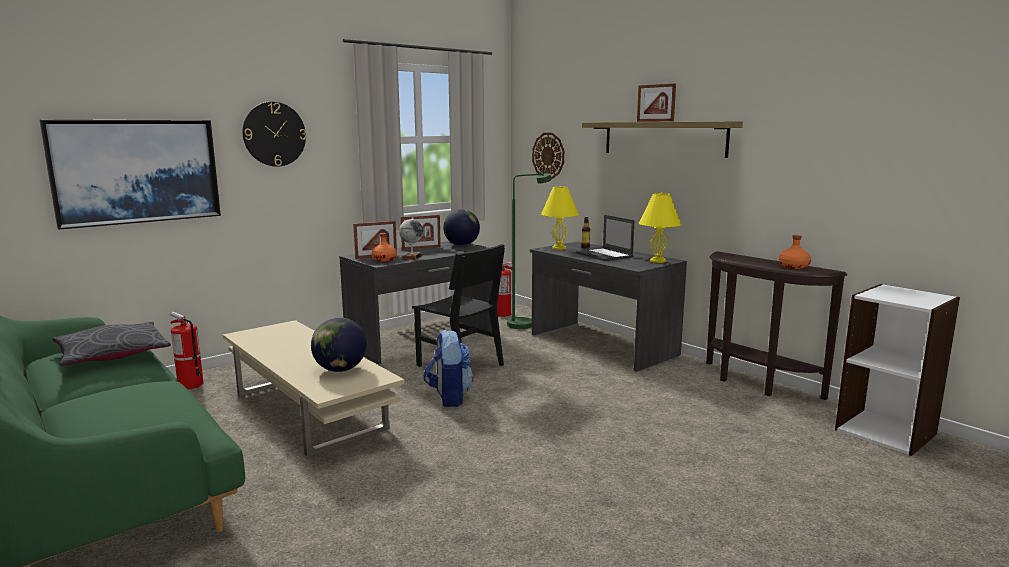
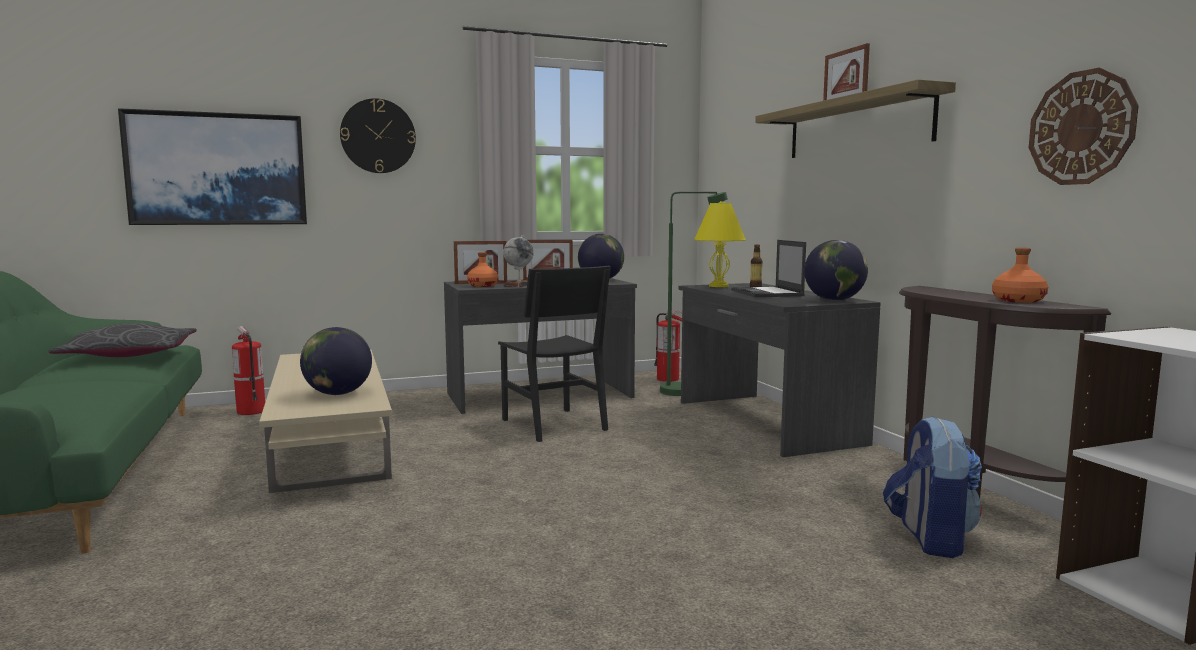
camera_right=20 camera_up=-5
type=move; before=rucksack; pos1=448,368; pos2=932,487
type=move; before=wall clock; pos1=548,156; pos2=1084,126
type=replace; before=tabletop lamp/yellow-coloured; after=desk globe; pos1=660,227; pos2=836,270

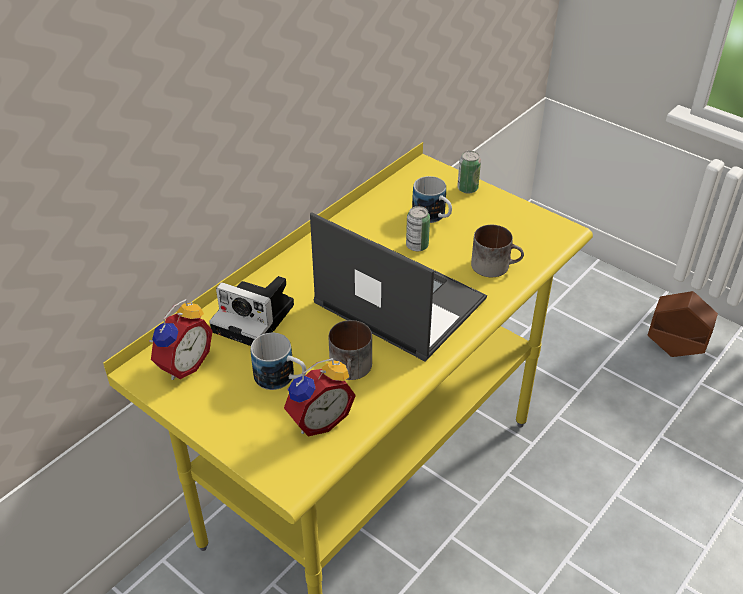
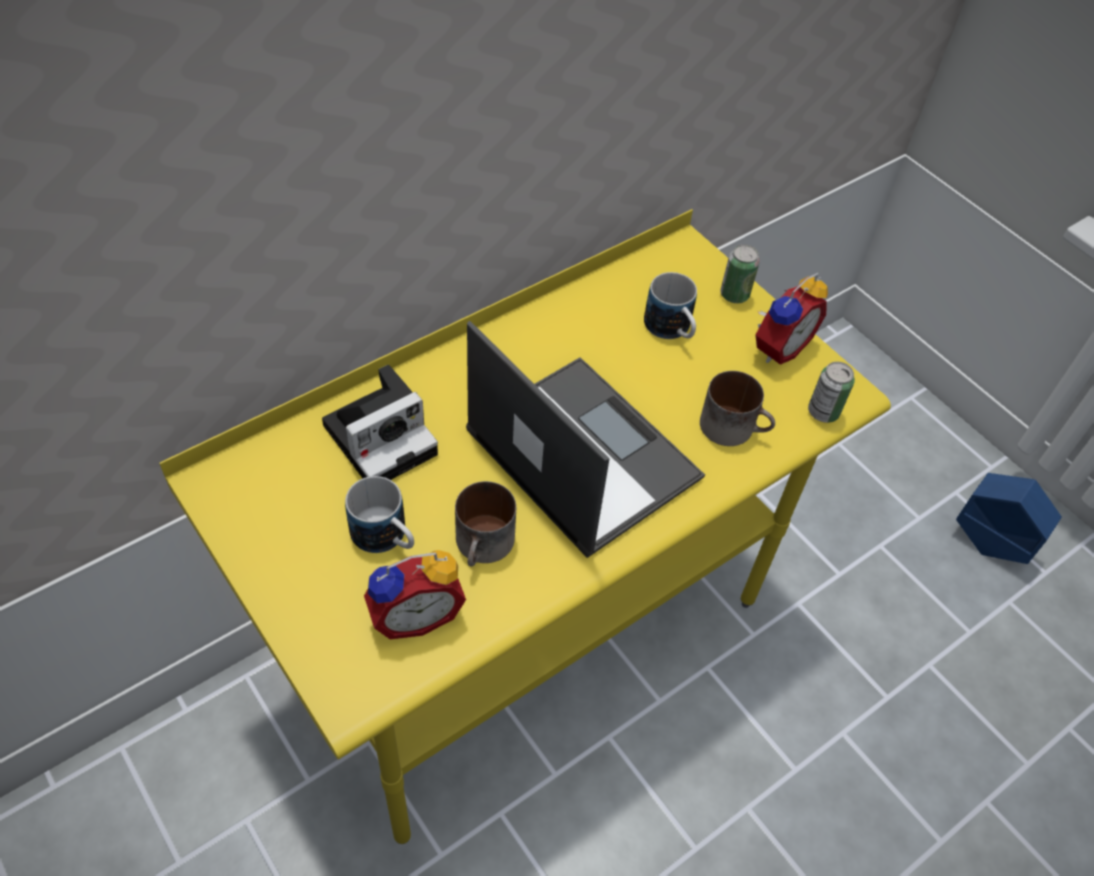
camera_right=10 camera_up=10
type=move; before=alarm clock; pos1=181,339; pos2=791,319
type=rotate; before=still camera; pos1=251,311; pos2=380,422; turn=-75
type=move; before=can; pos1=418,228; pos2=831,392
type=recolor; before=planter/brownish; after=planter/bluish; pos1=683,324; pos2=1009,518

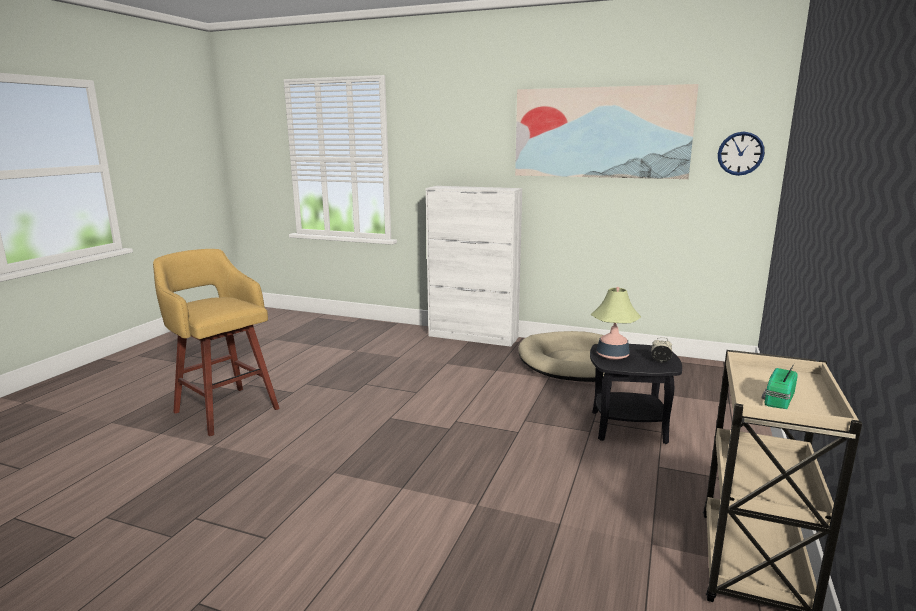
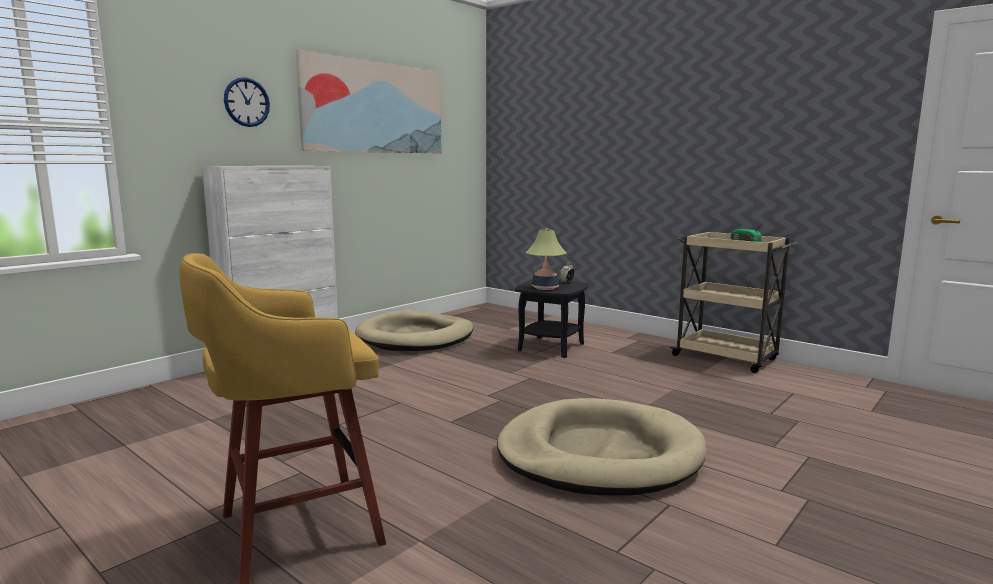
camera_right=-70 camera_up=-5
type=move; before=wall clock; pos1=741,154; pos2=247,102
type=insert; after=pet bed/sand-coloured; pos2=602,447

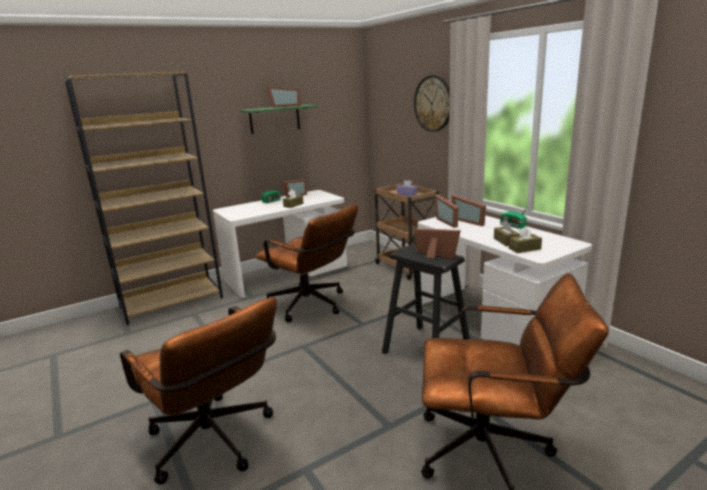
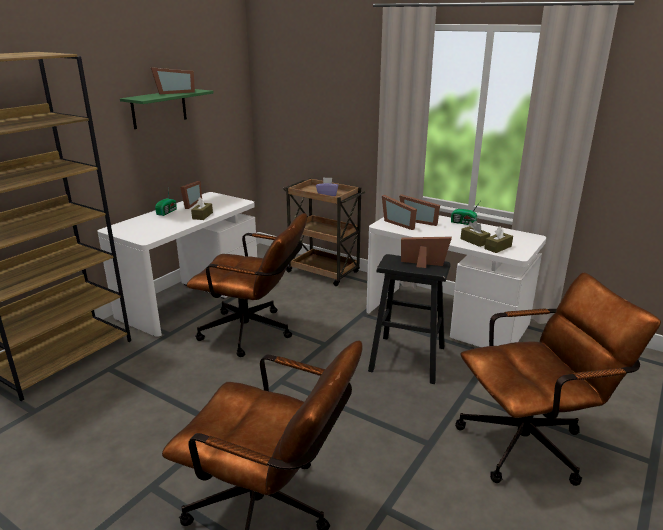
camera_right=-25 camera_up=5
type=delete; before=wall clock; pos1=432,103

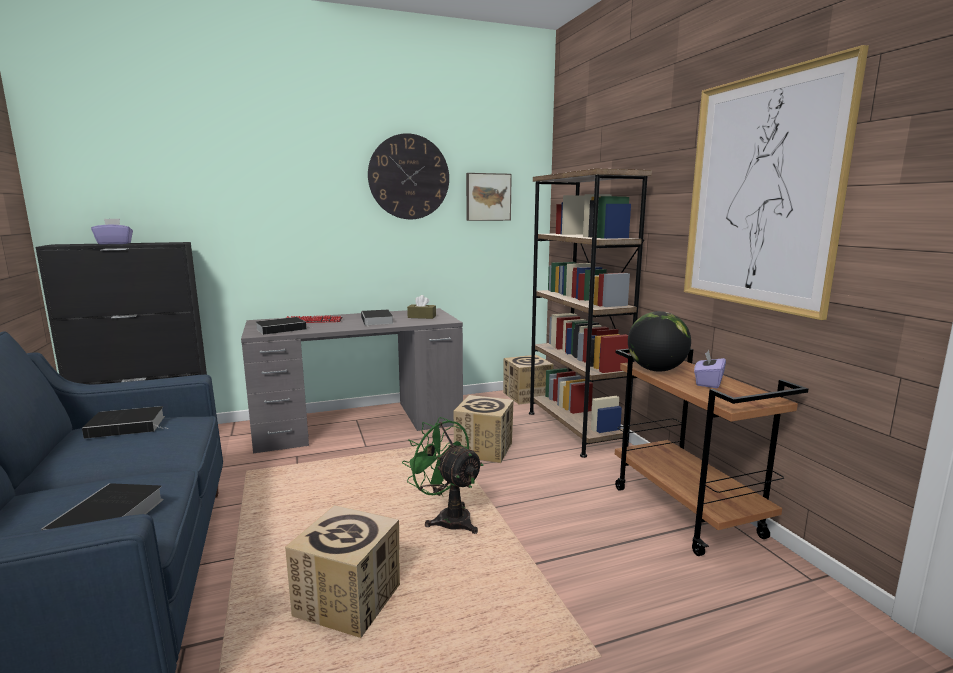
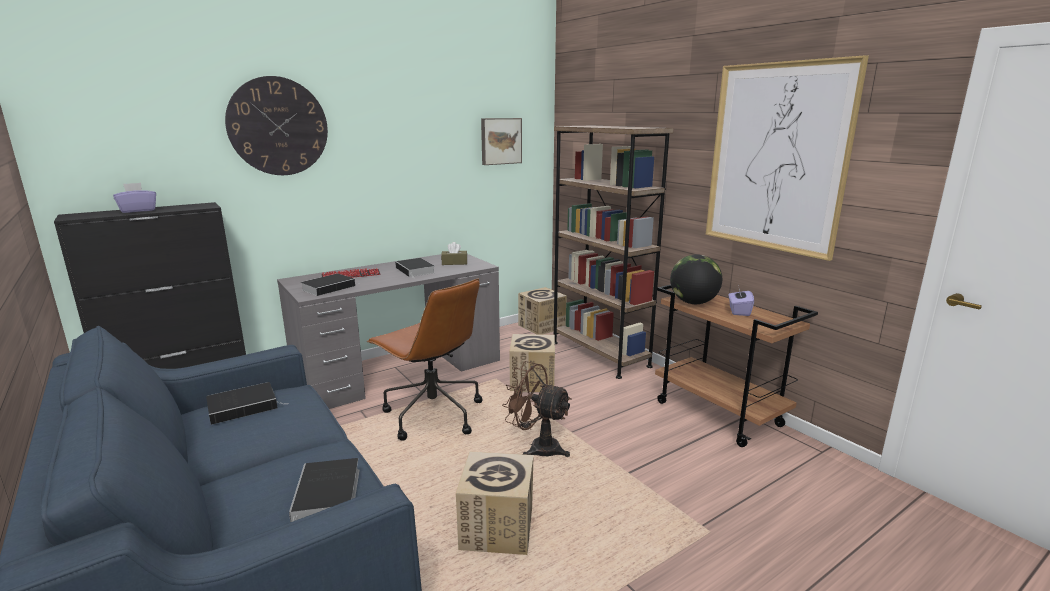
camera_right=-15 camera_up=5
type=move; before=wall clock; pos1=408,176; pos2=276,125
type=recolor; before=cooling fan/green-coloured; after=cooling fan/brownish; pos1=443,475; pos2=536,409
type=insert; after=computer chair/brownish; pos2=424,359

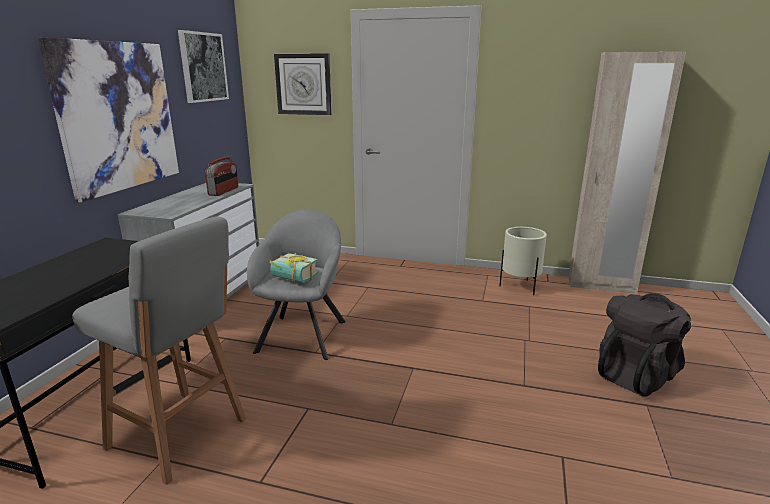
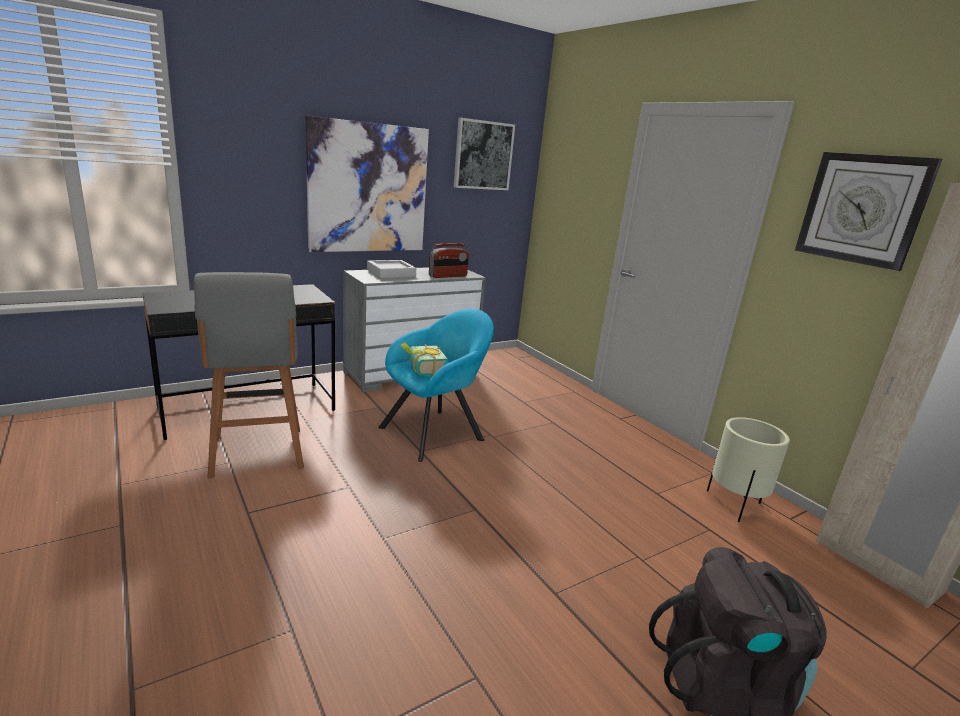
camera_right=40 camera_up=0
type=recolor; before=armchair/greyish; after=armchair/turquoise-coloured; pos1=296,285; pos2=436,385
type=move; before=wall clock; pos1=303,84; pos2=868,211
type=insert; after=serving tray/greyish; pos2=391,269

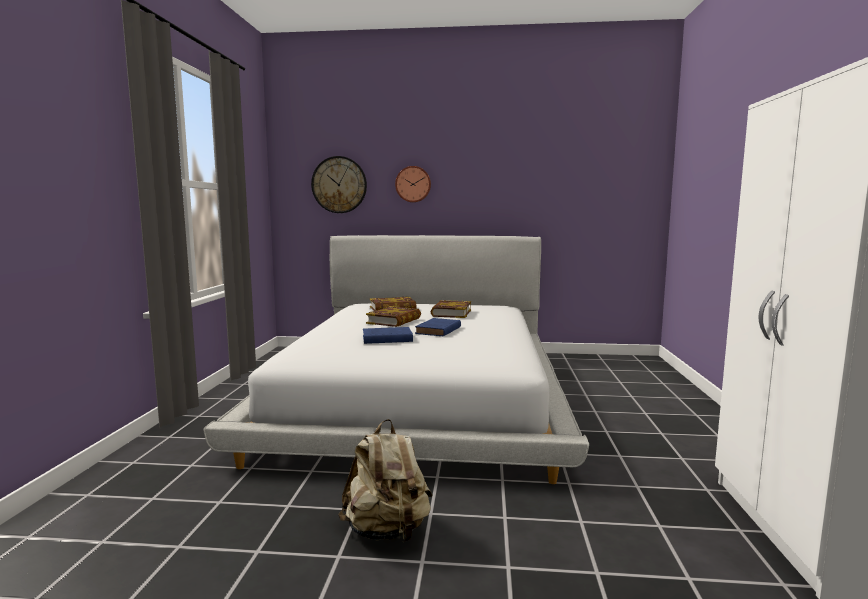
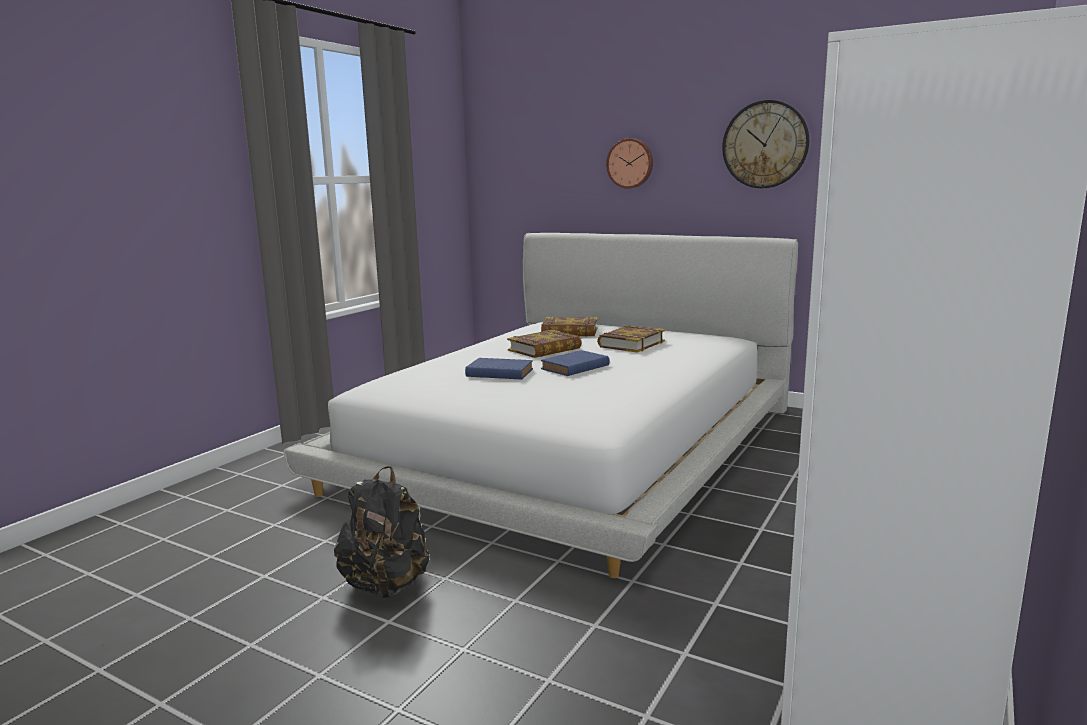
camera_right=25 camera_up=5
type=move; before=wall clock; pos1=339,184; pos2=765,144
type=recolor; before=rucksack/sand-coloured; after=rucksack/black; pos1=385,480; pos2=382,532

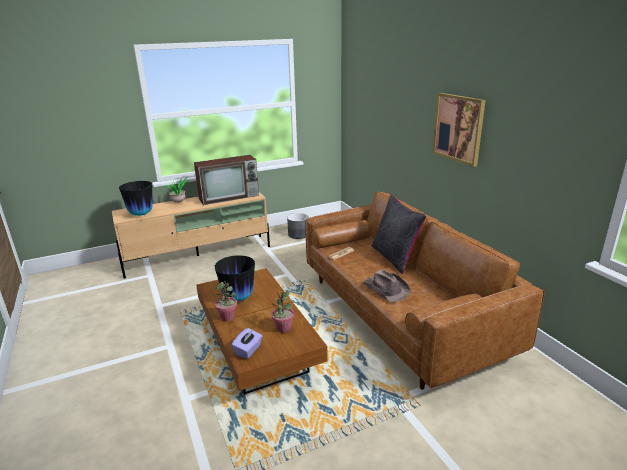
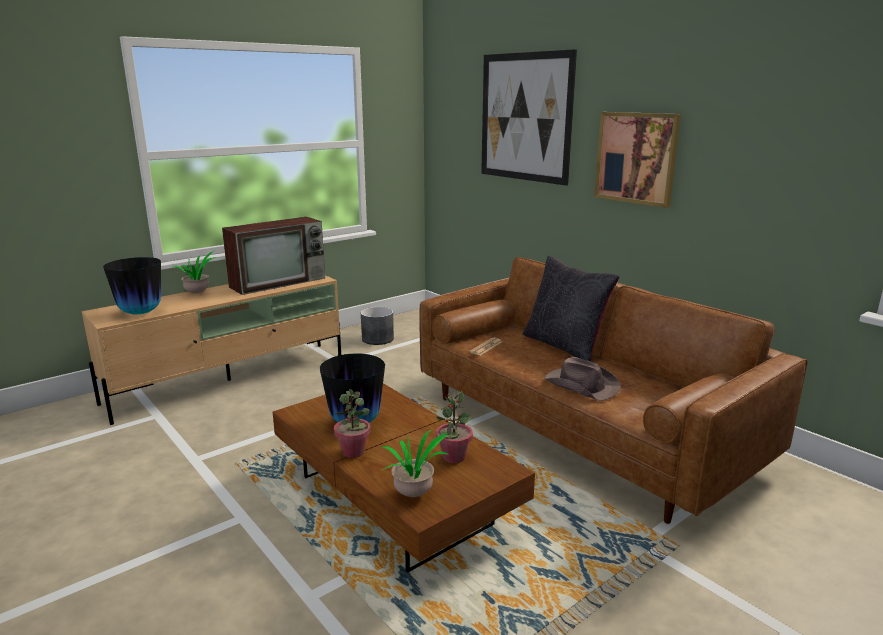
camera_right=-15 camera_up=-5
type=replace; before=box of tissues/purplish; after=houseplant; pos1=246,343; pos2=415,463
type=insert; after=picture; pos2=529,117

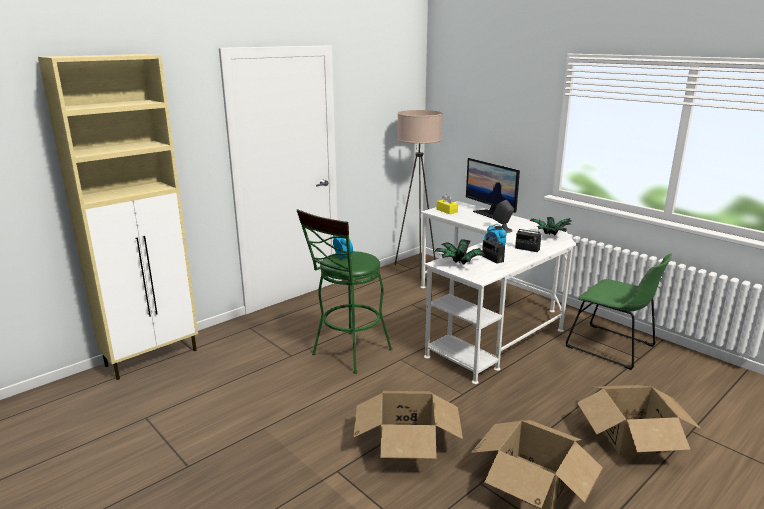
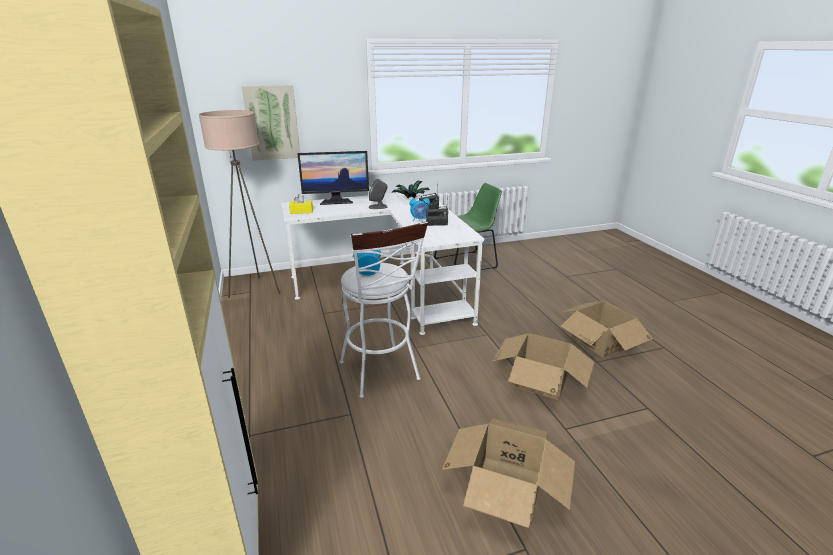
camera_right=-65 camera_up=5
type=recolor; before=sitting stool/green-coloured; after=sitting stool/whitish; pos1=344,291; pos2=384,309
type=delete; before=houseplant; pos1=460,252
type=move; before=carton; pos1=639,420; pos2=508,473
type=insert; after=picture; pos2=270,123

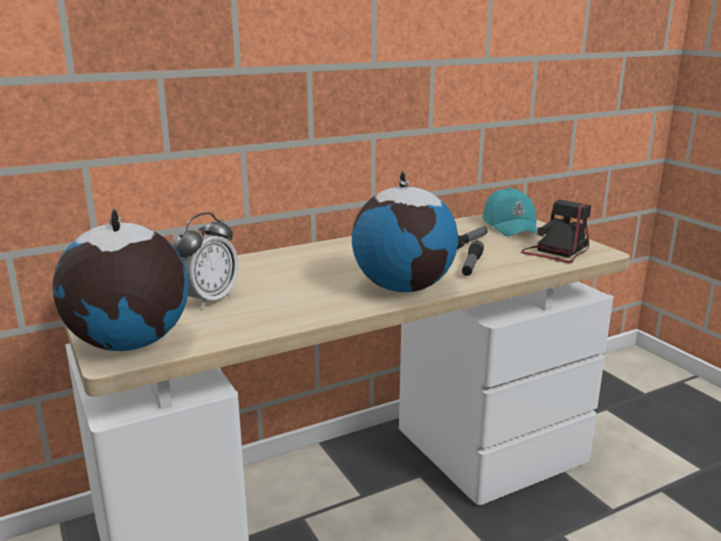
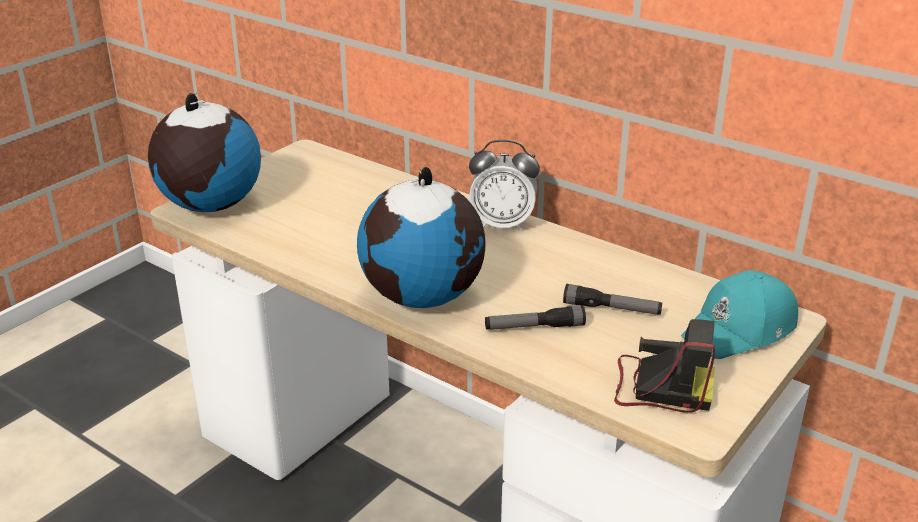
camera_right=65 camera_up=10
type=move; before=alarm clock; pos1=206,260; pos2=504,185

